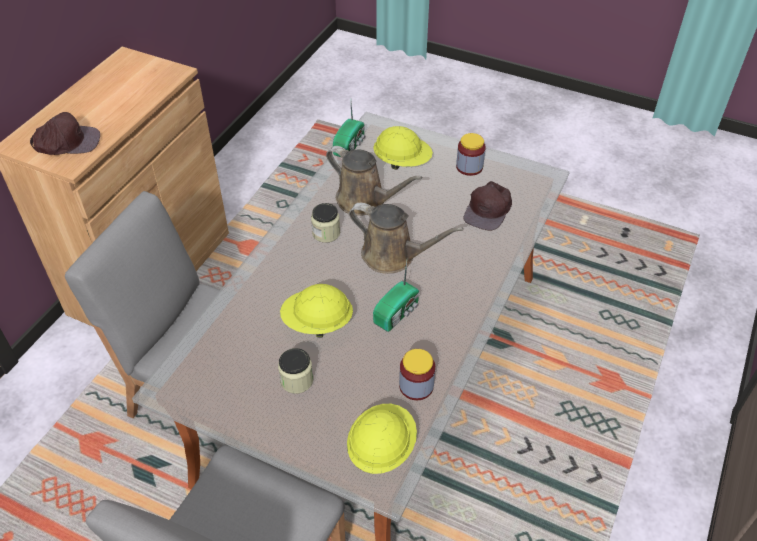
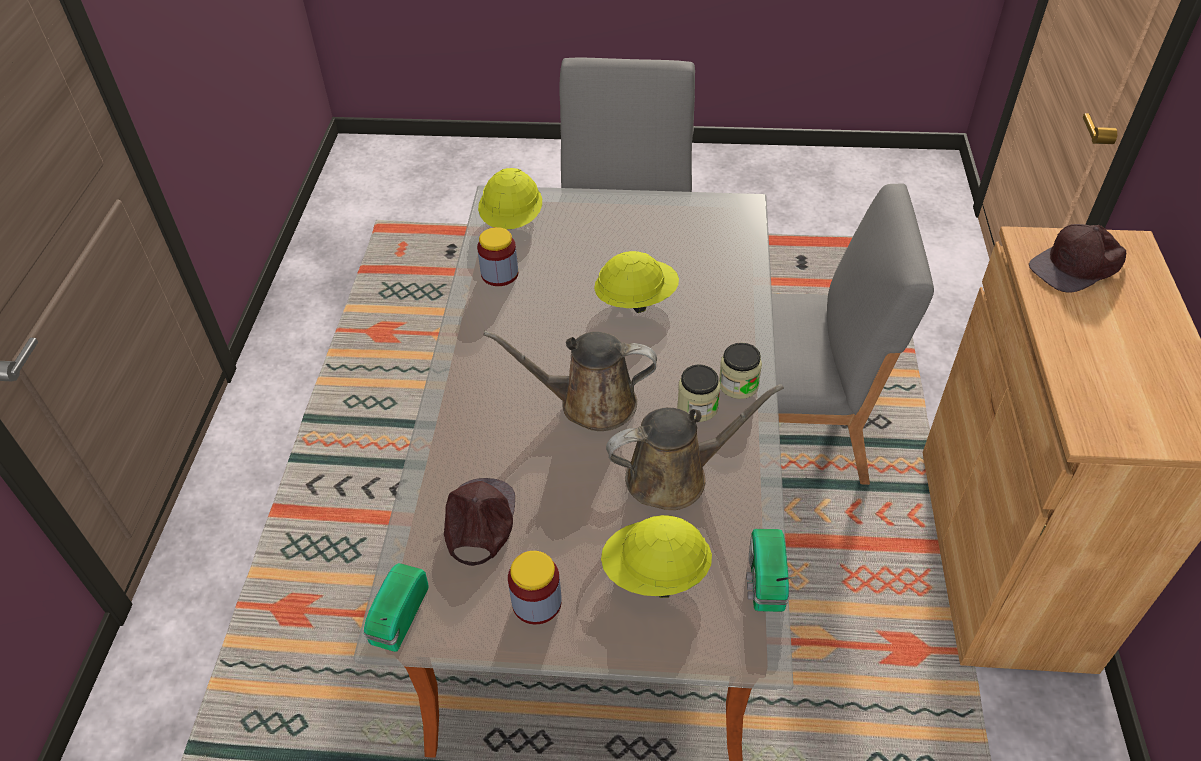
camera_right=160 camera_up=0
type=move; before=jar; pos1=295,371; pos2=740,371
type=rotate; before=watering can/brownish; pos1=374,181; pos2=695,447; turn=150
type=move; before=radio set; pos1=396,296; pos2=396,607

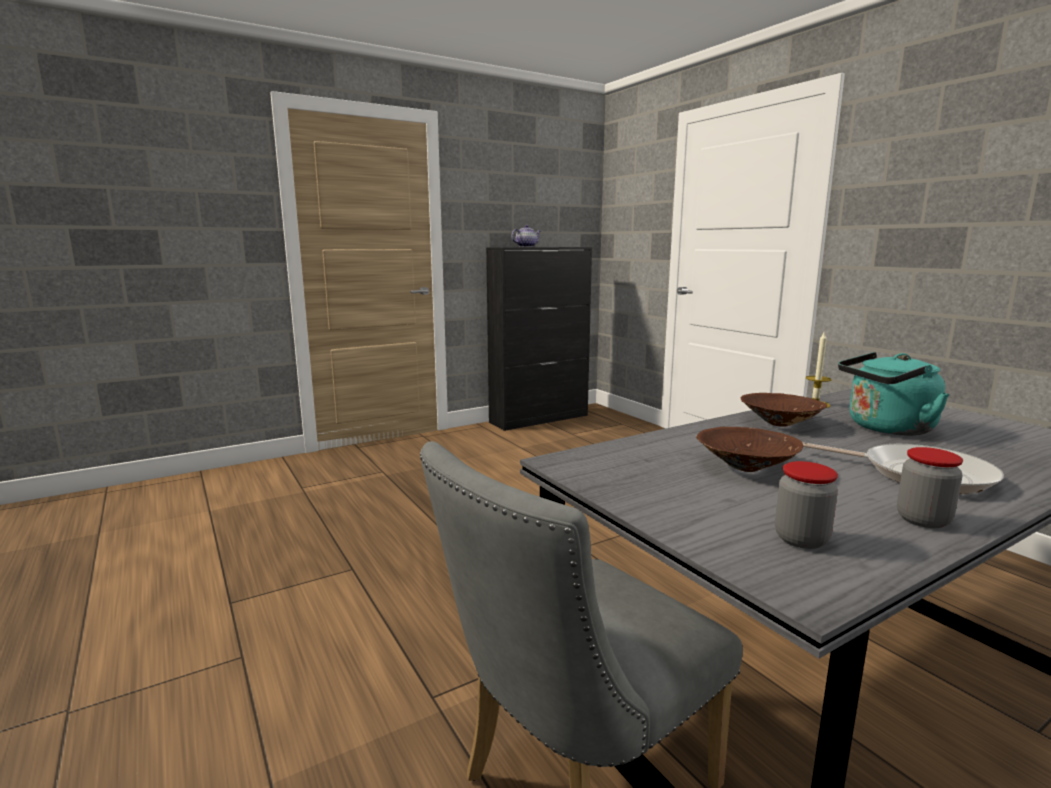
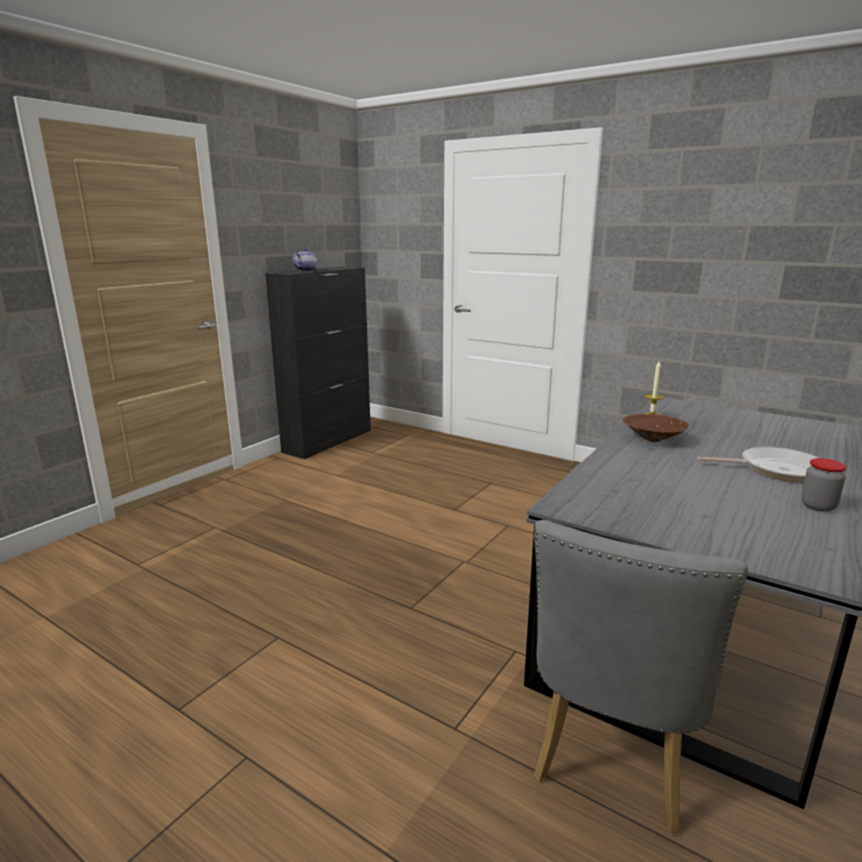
camera_right=-25 camera_up=5
type=delete; before=bowl/brownish; pos1=749,449
type=delete; before=jar; pos1=806,505
type=delete; before=kettle/turquoise-coloured; pos1=894,393

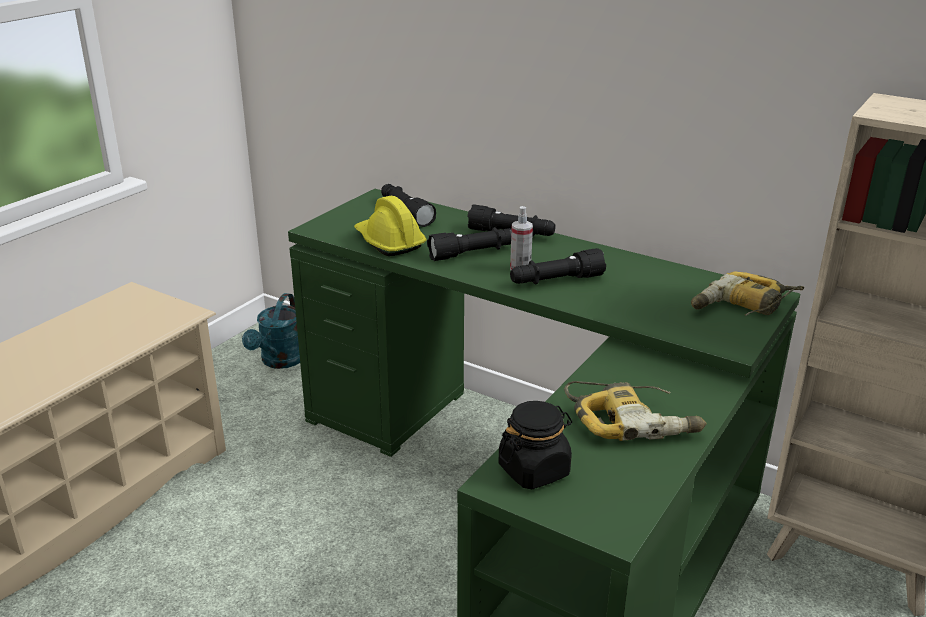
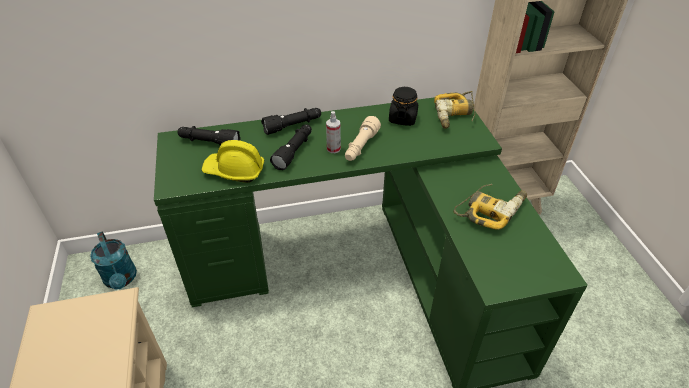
camera_right=-45 camera_up=15
type=move; before=jar/black; pos1=535,445; pos2=403,106
type=recolor; before=flashlight/black; after=flashlight/sand-coloured; pos1=558,266; pos2=363,138

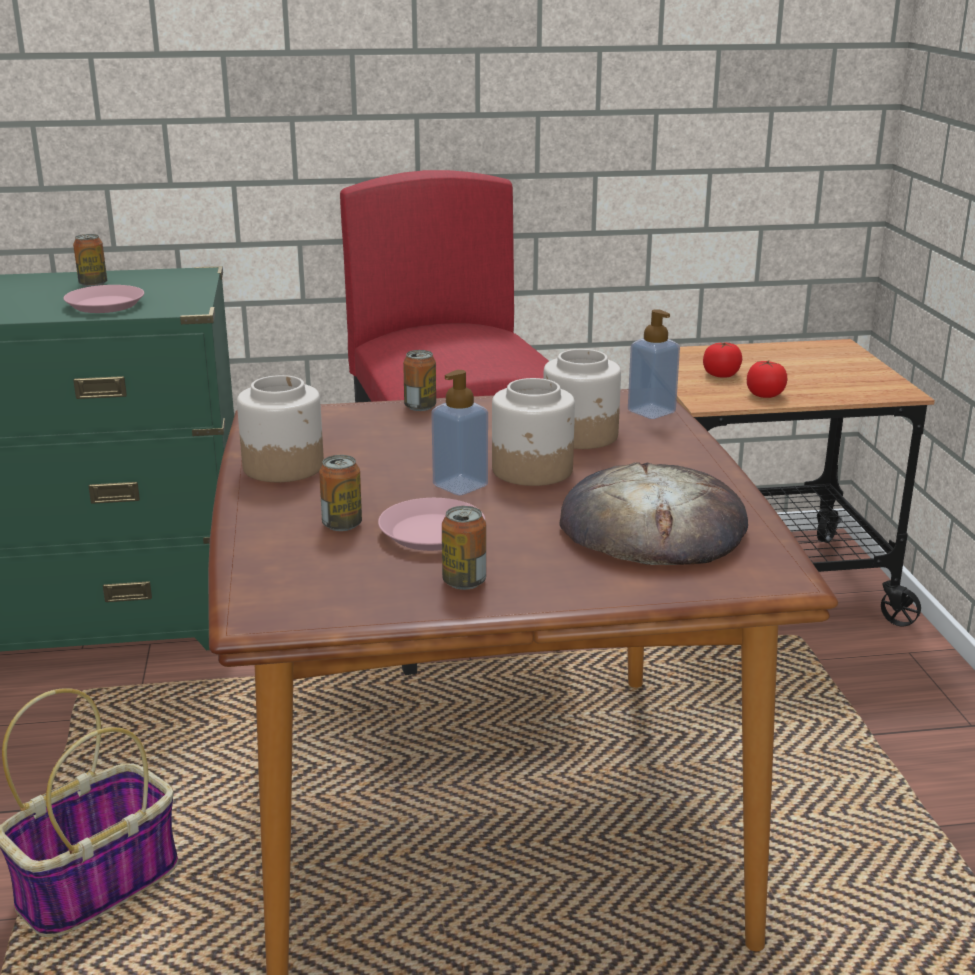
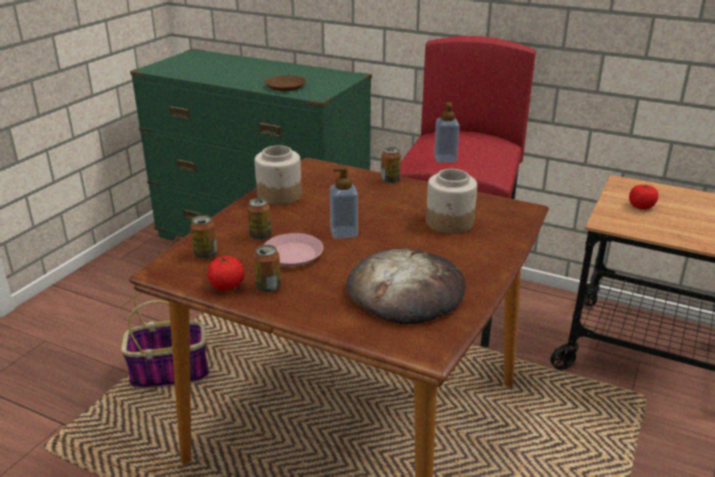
camera_right=35 camera_up=5
type=recolor; before=dinner plate/pinkish; after=dinner plate/brownish; pos1=103,299; pos2=285,83
type=move; before=can; pos1=90,260; pos2=203,237
type=delete; before=jar; pos1=533,432
type=move; before=soap dispenser; pos1=654,364; pos2=447,132
type=move; before=tomato; pos1=767,379; pos2=226,273

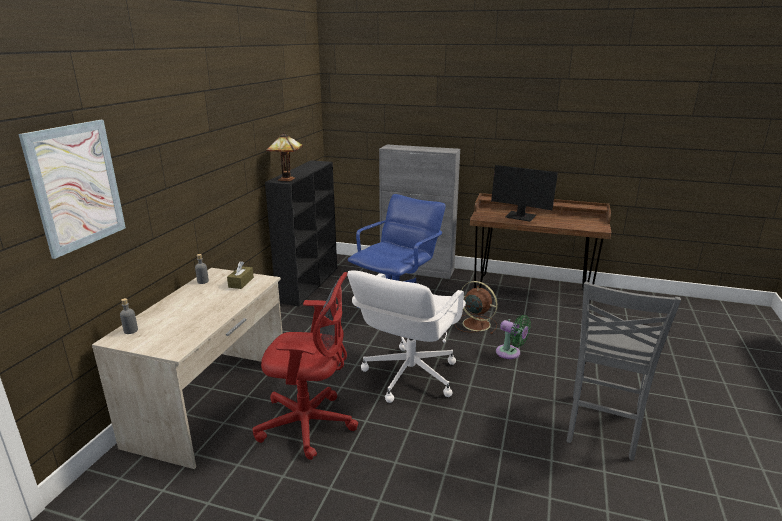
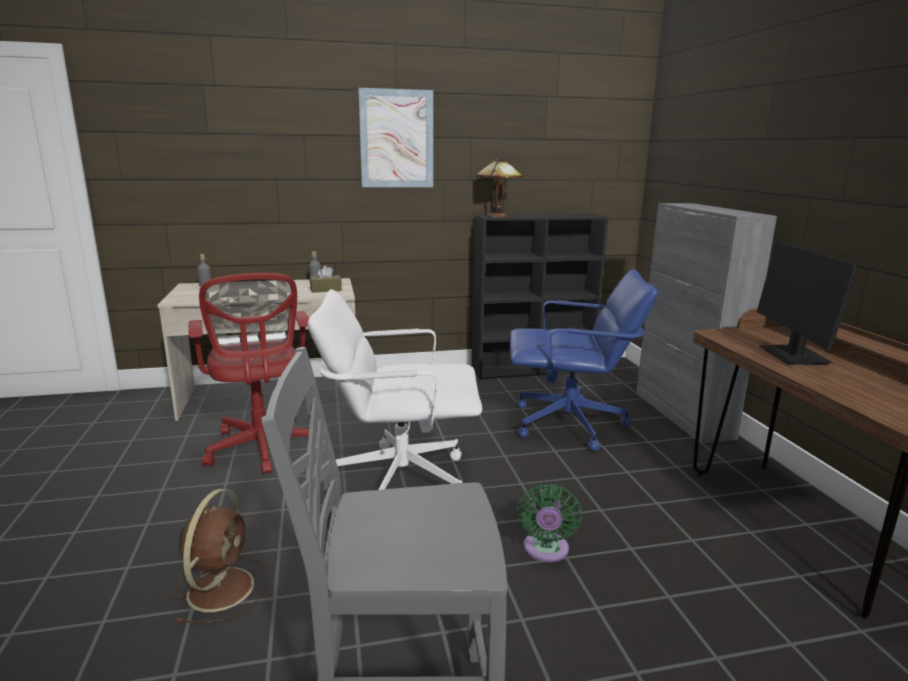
camera_right=60 camera_up=-5
type=move; before=picture; pos1=72,189; pos2=395,137
type=move; before=cooling fan/brownish; pos1=476,307; pos2=222,556

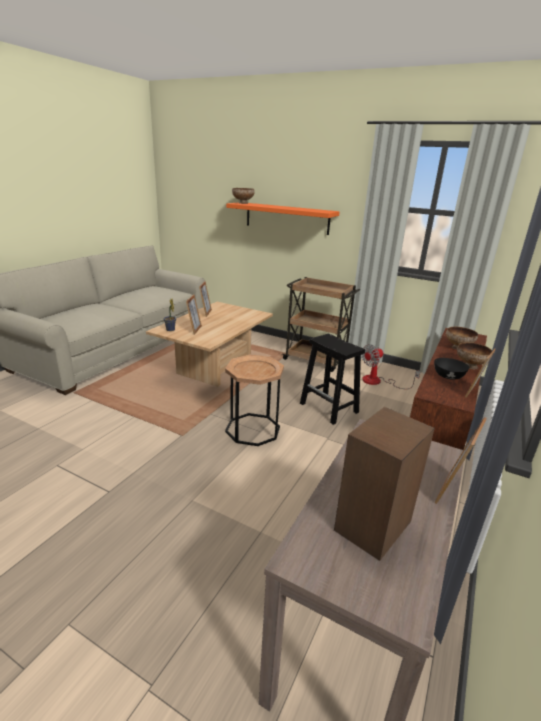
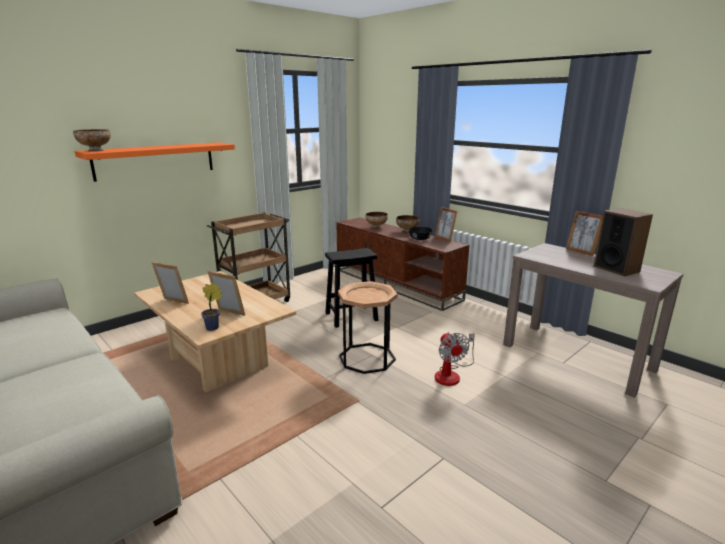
camera_right=-70 camera_up=-5
type=move; before=cooling fan; pos1=391,366; pos2=455,359

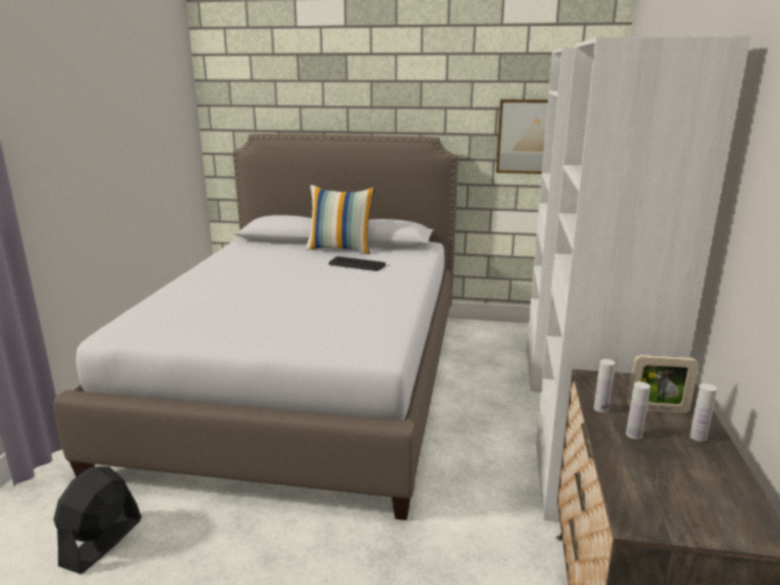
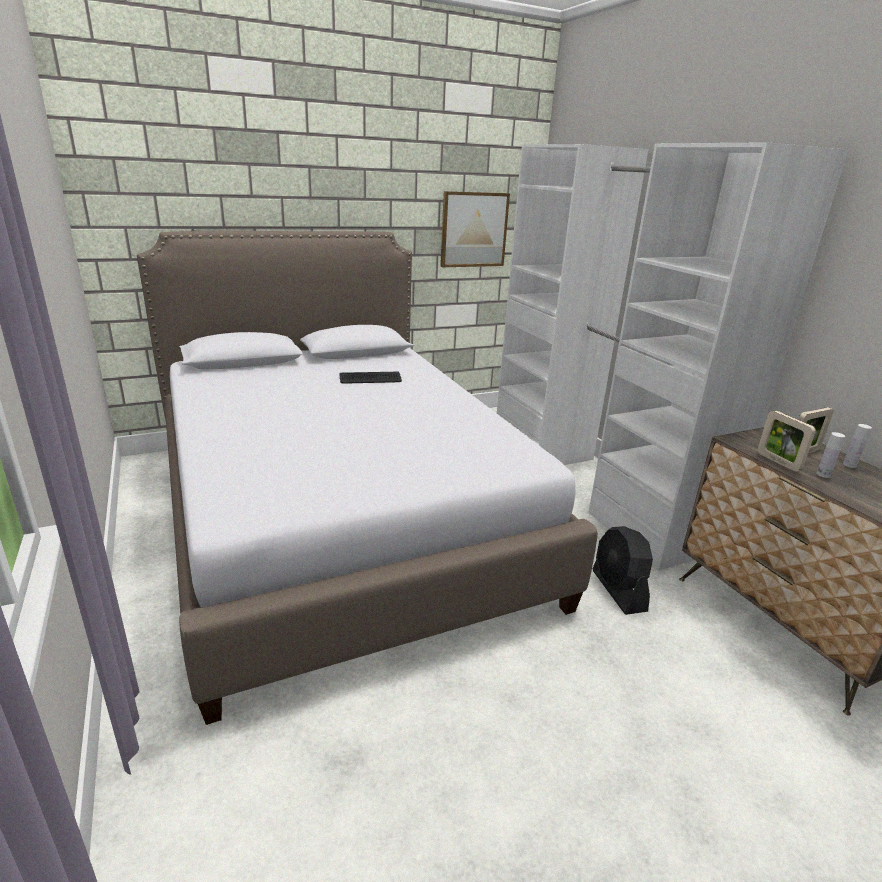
camera_right=-35 camera_up=5
type=move; before=cooling fan/black; pos1=97,520; pos2=623,570
type=delete; before=throw pillow; pos1=341,219
type=replace; before=beverage bottle/whitish; after=standing frame; pos1=604,386; pos2=787,441

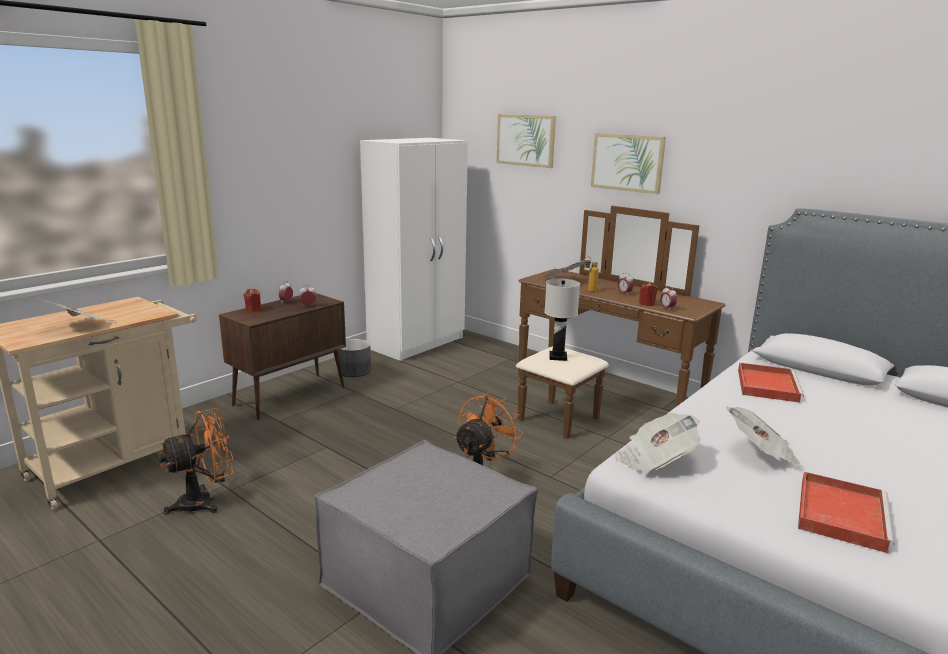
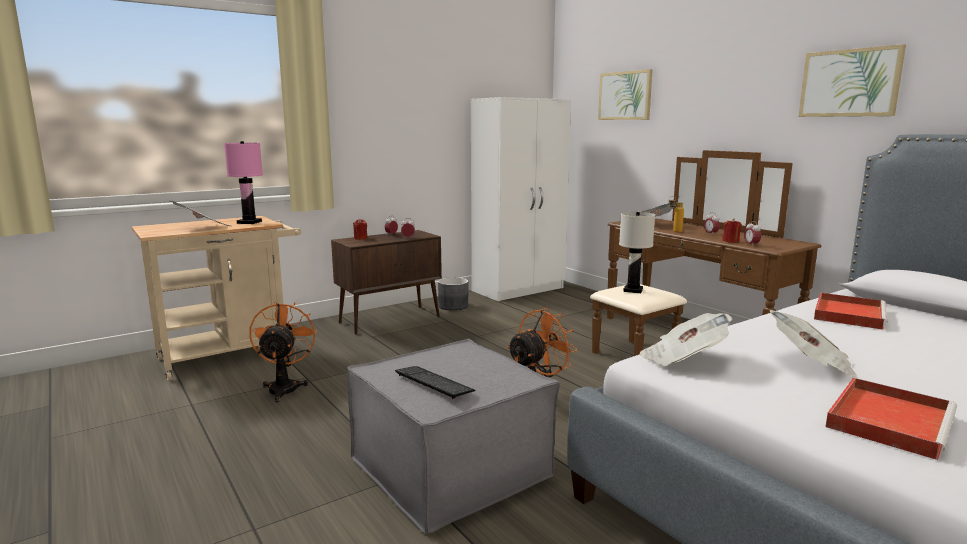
camera_right=15 camera_up=-5
type=rotate; before=cooling fan/orange-coloured; pos1=195,461; pos2=283,352; turn=-75
type=move; before=picture; pos1=628,163; pos2=852,80
type=insert; after=tabletop lamp/pinkish; pos2=243,182
type=insert; after=PC keyboard; pos2=435,382

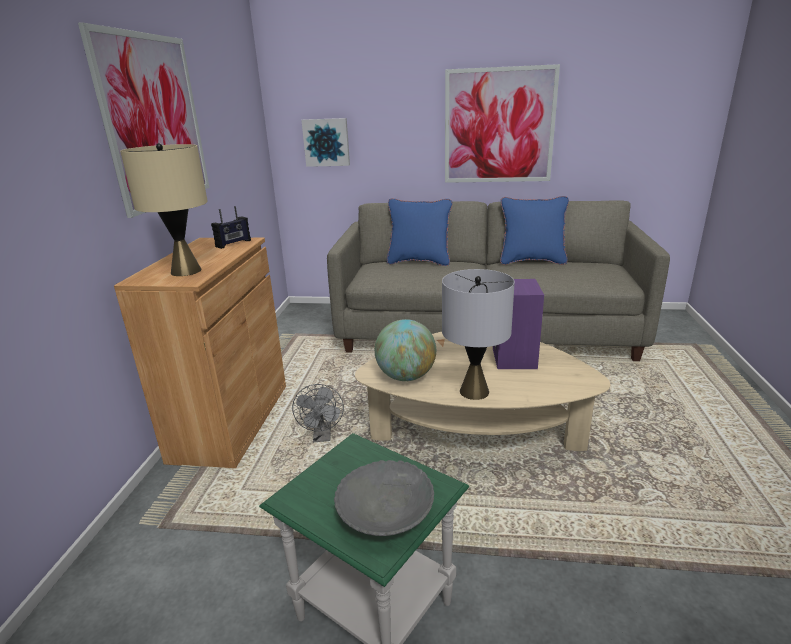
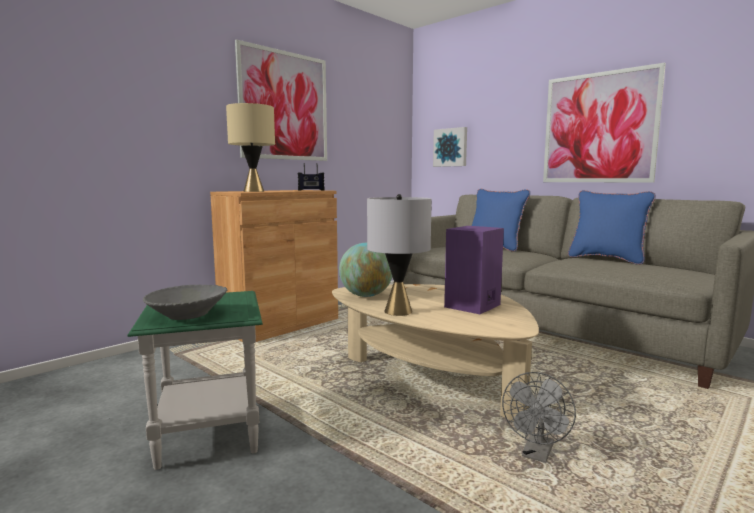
camera_right=35 camera_up=-15
type=move; before=cooling fan/greyish; pos1=318,413; pos2=539,417

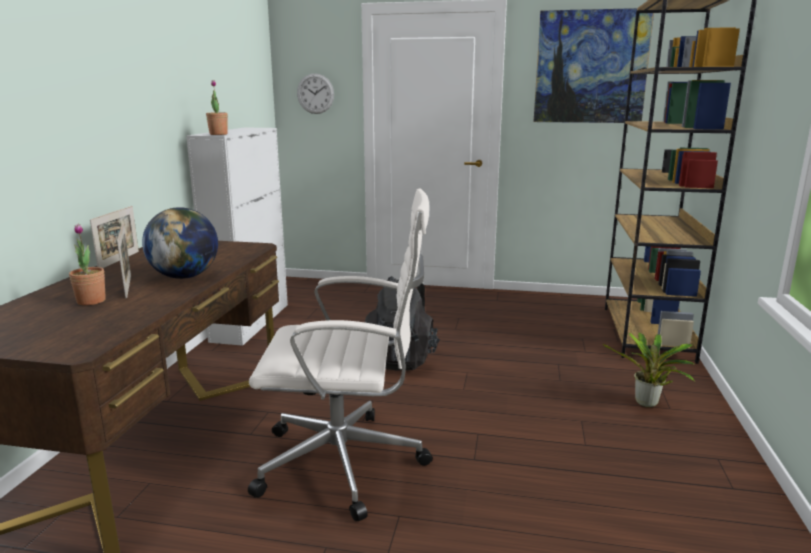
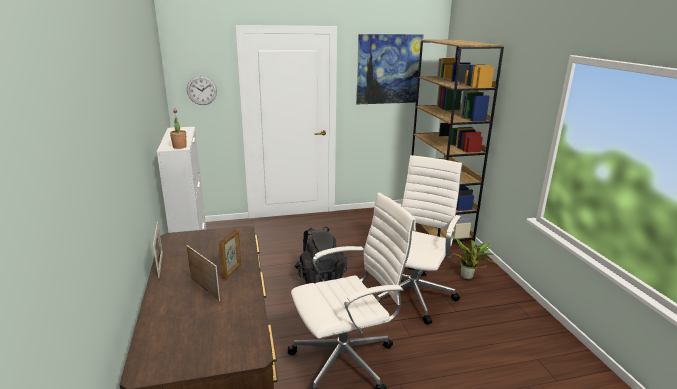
camera_right=-25 camera_up=5
type=delete; before=houseplant; pos1=87,264
type=replace; before=desk globe; after=standing frame; pos1=180,243; pos2=230,254
type=insert; after=computer chair/whitish; pos2=419,240

